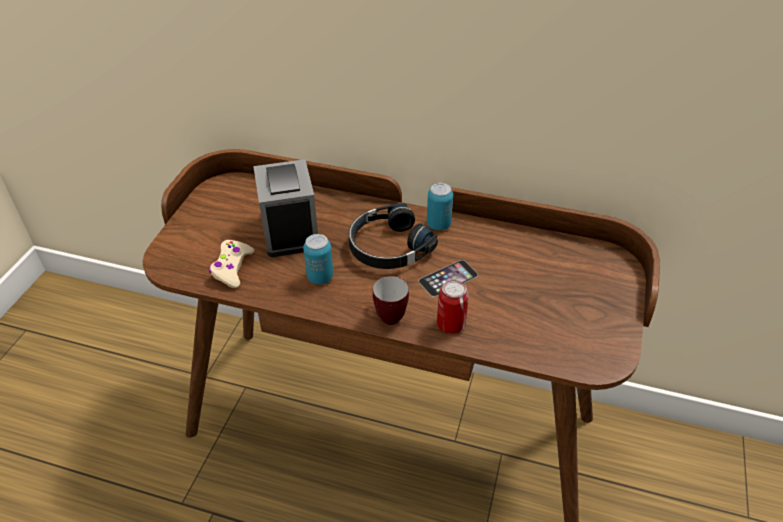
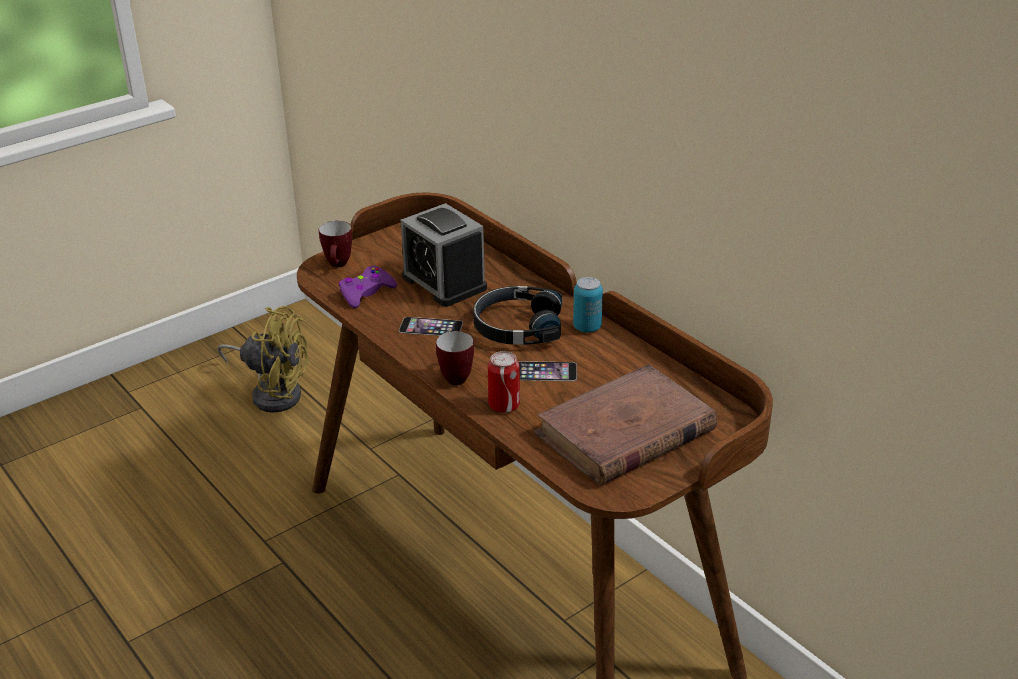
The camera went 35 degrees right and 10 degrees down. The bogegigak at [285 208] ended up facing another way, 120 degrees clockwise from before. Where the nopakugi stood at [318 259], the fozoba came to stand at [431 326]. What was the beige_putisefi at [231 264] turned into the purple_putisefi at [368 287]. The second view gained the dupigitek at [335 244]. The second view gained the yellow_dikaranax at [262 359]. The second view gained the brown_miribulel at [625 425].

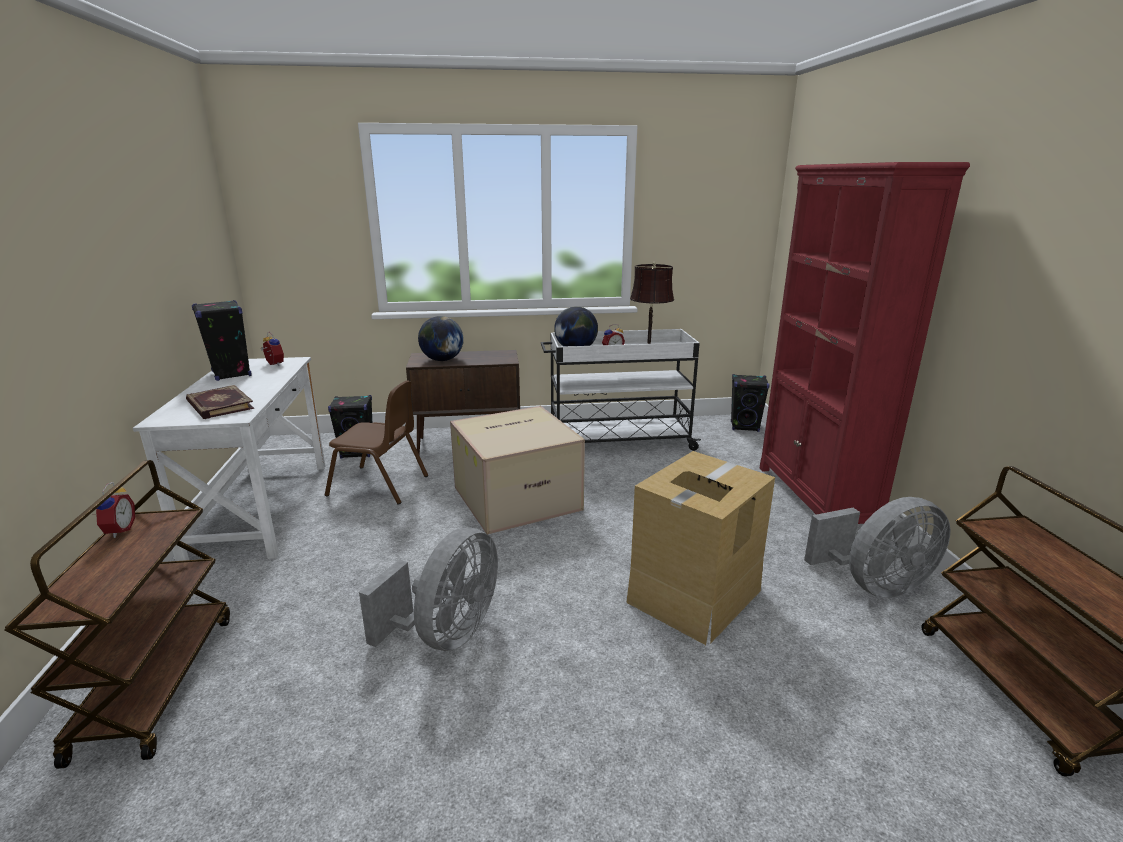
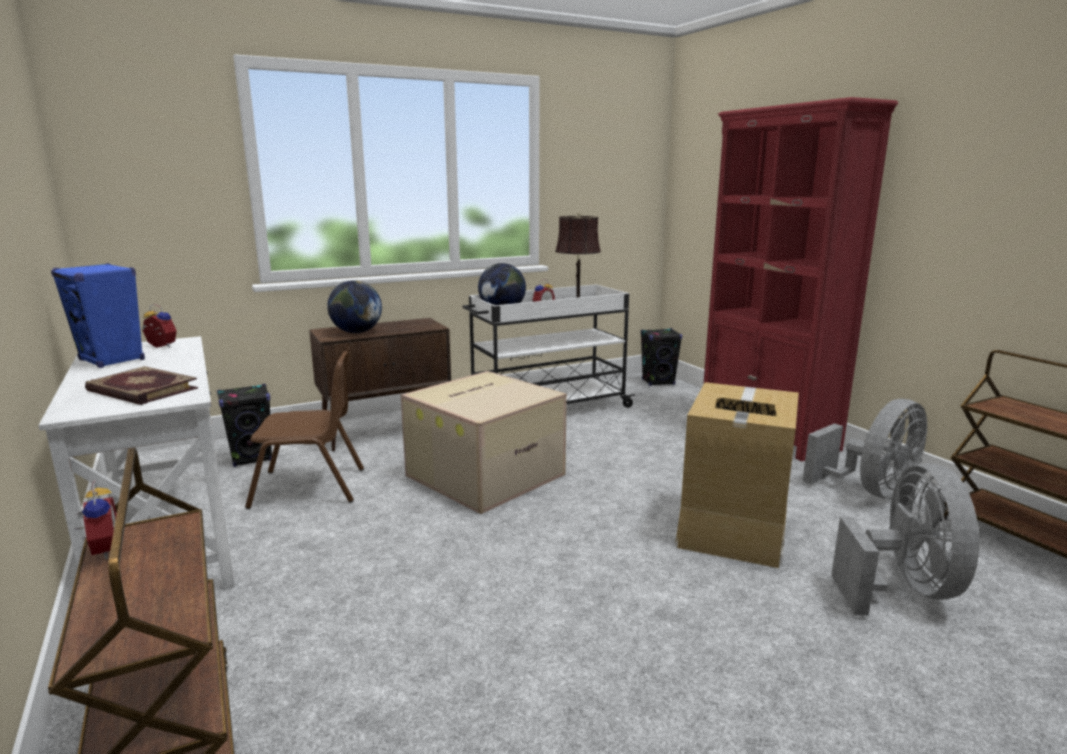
The camera went 20 degrees left and 5 degrees down. What was the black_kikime at [222 340] turned into the blue_kikime at [98 315]. The grey_dikaranax ended up elsewhere, having gone from [428 589] to [905 539].

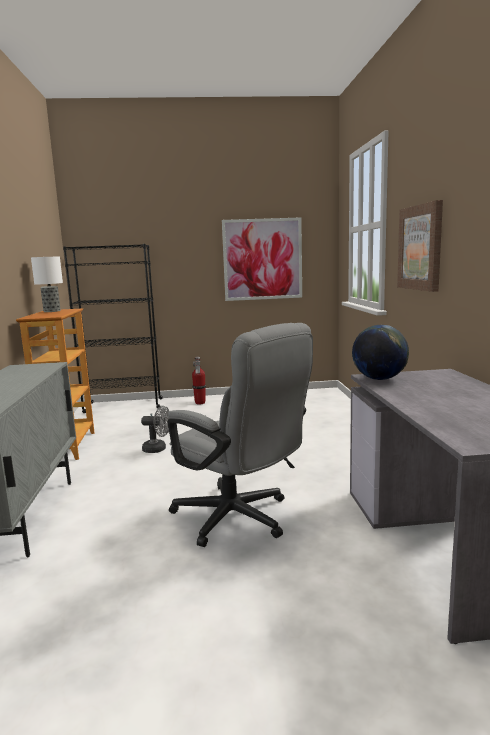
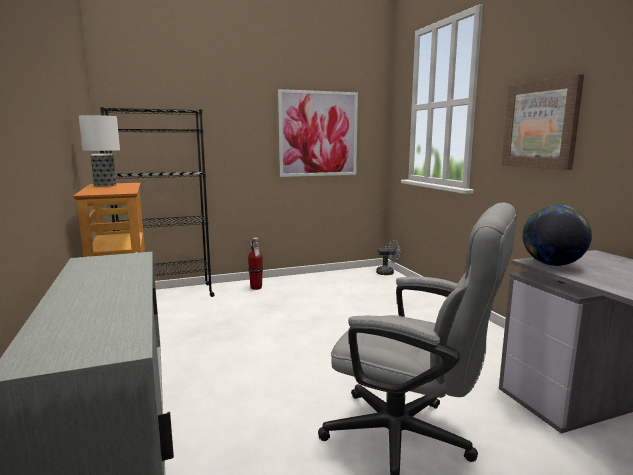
The camera went 15 degrees left and 0 degrees up. The grey_dikaranax ended up elsewhere, having gone from [155 429] to [388 257].

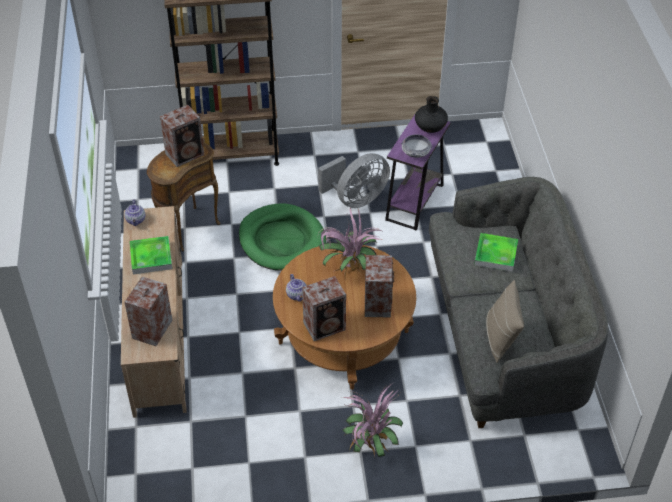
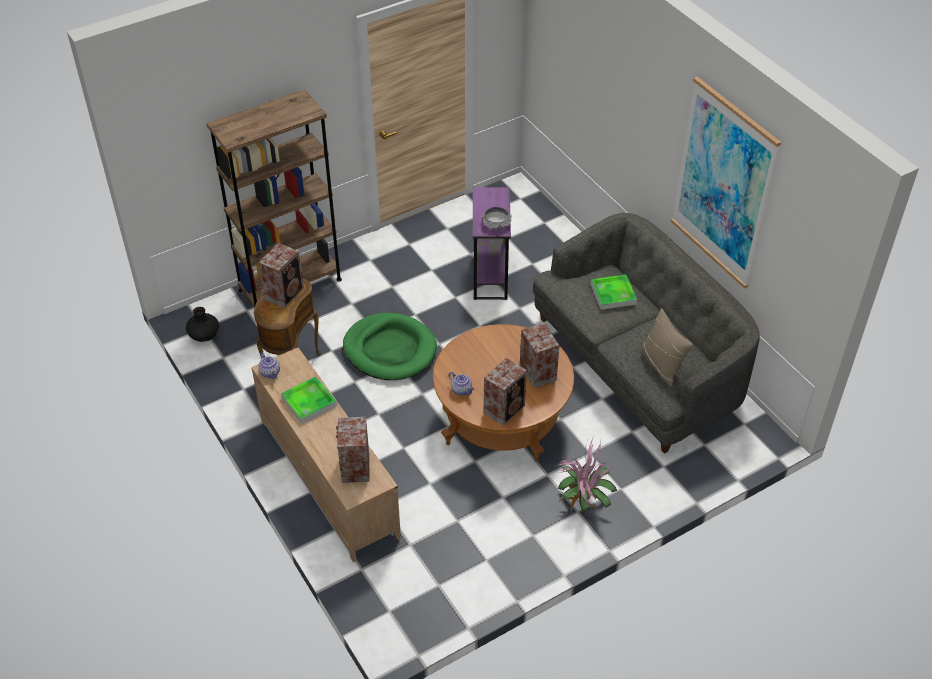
The camera went 25 degrees left and 0 degrees up. The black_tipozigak ended up elsewhere, having gone from [431 114] to [202 324]. The second view lost the grey_dikaranax at [354 180]. The second view lost the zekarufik at [349 242]. The second view gained the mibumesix at [726 182].

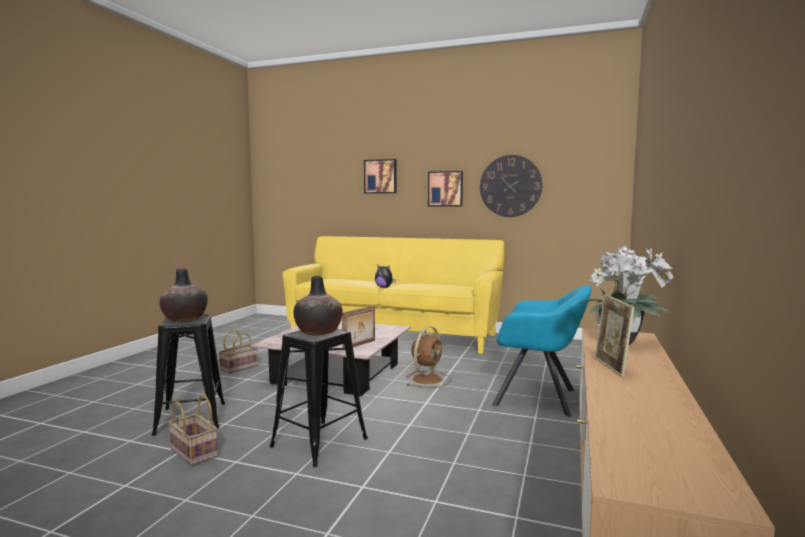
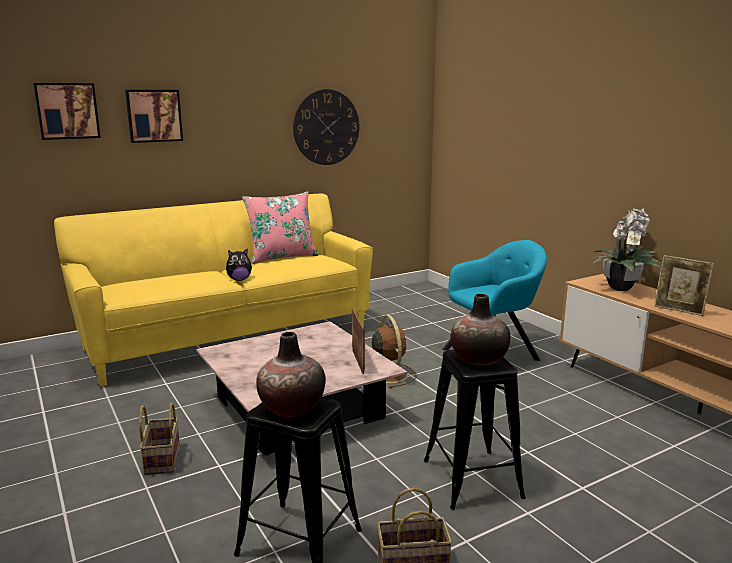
The camera went 50 degrees left and 10 degrees up. The mibumesix ended up elsewhere, having gone from [445 188] to [67 111]. The second view gained the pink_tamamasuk at [280 227].

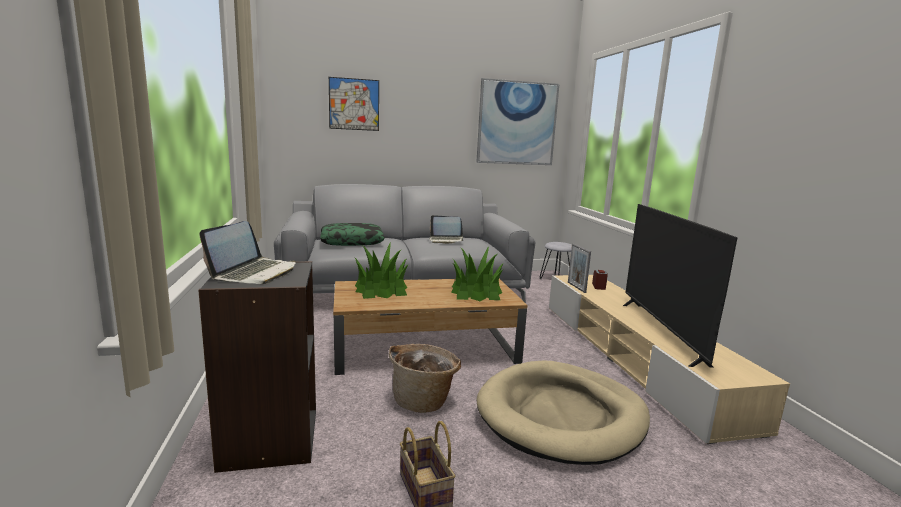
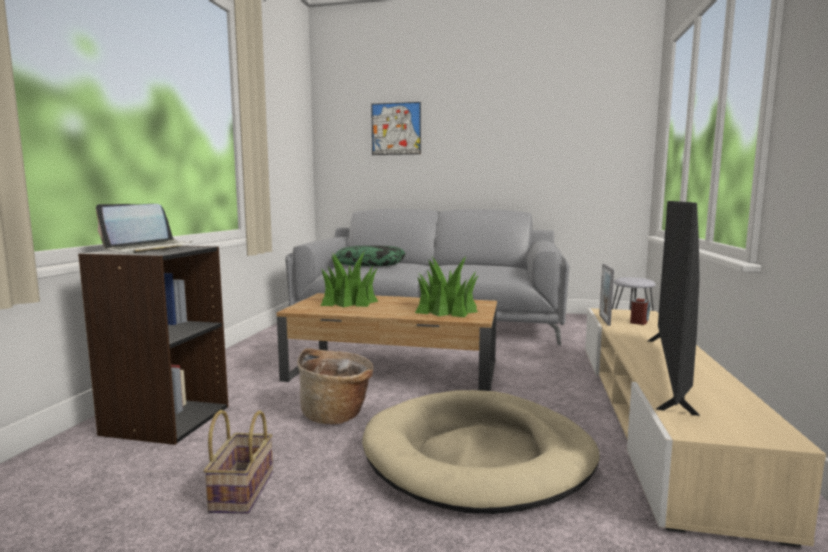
The camera went 25 degrees right and 5 degrees down. The second view lost the mibumesix at [517 121]. The second view lost the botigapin at [446 229].

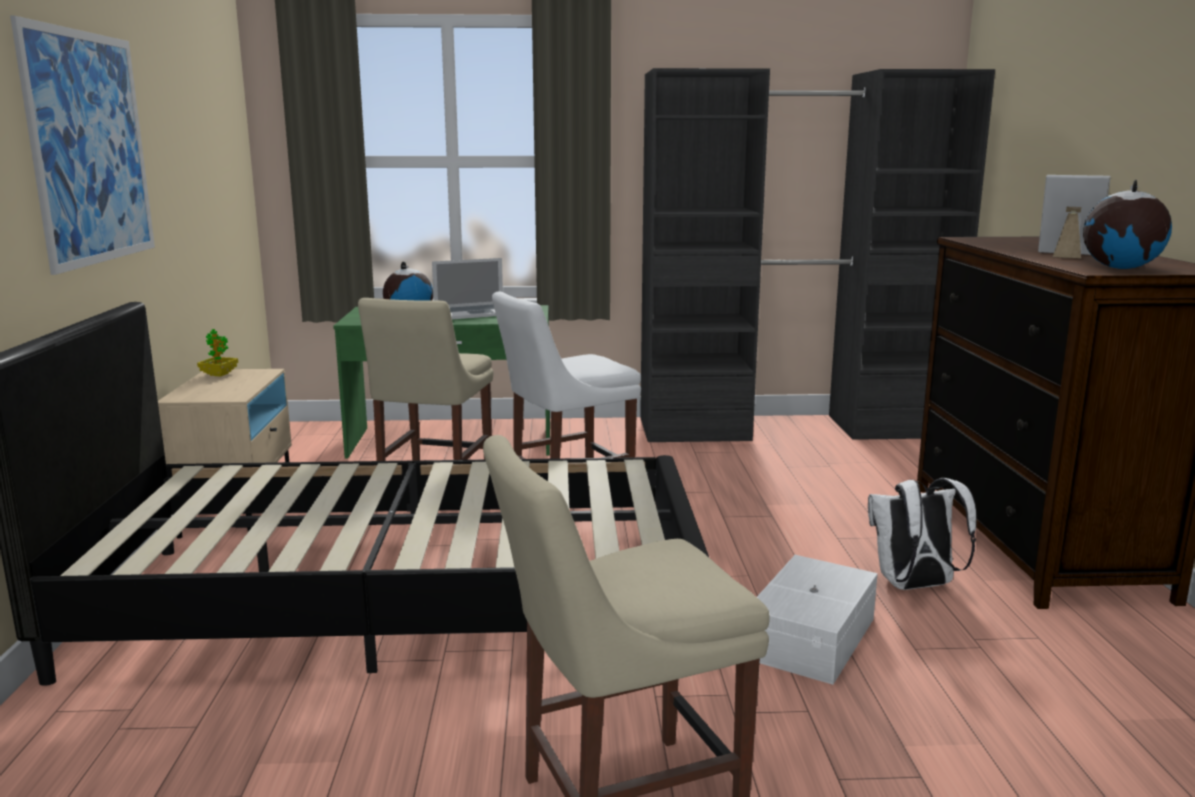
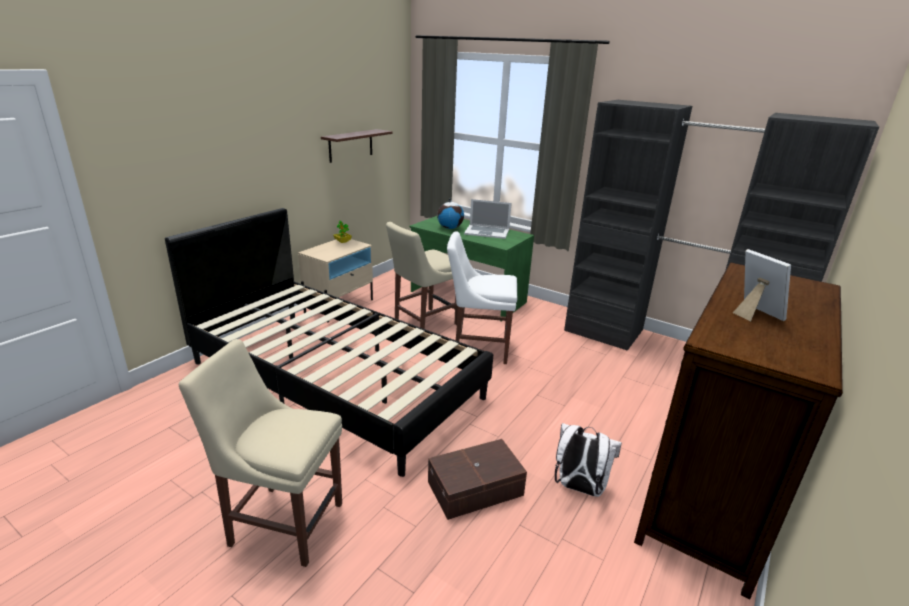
The camera went 35 degrees right and 10 degrees up. The second view lost the mibumesix at [82 145]. The second view lost the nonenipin at [1127 224]. What was the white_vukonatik at [817 620] turned into the brown_vukonatik at [477 479]. The second view gained the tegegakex at [357 146].

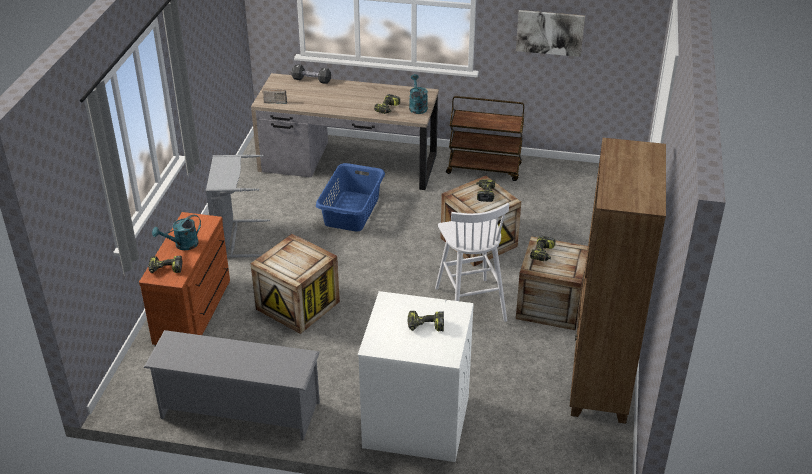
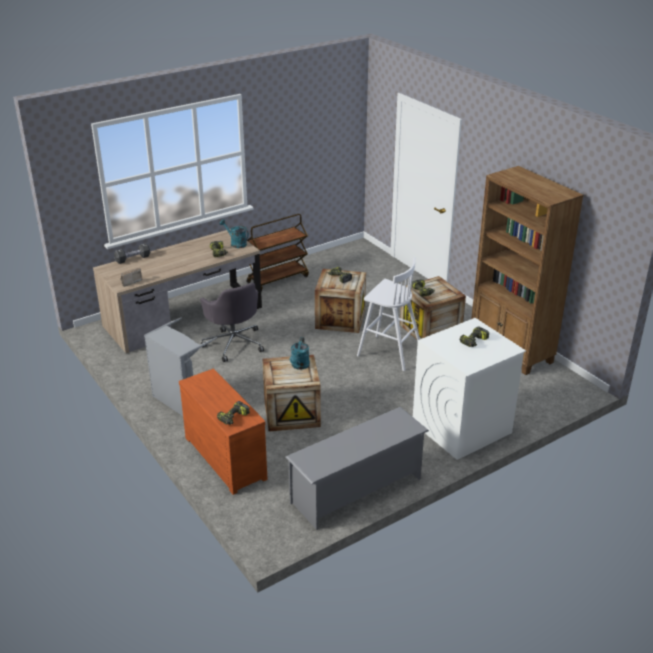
The camera went 45 degrees left and 5 degrees down. The second view lost the mibumesix at [550 33]. Where the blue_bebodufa stood at [350 197], the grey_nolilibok came to stand at [232 322]. The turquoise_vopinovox ended up elsewhere, having gone from [176 232] to [300 353].

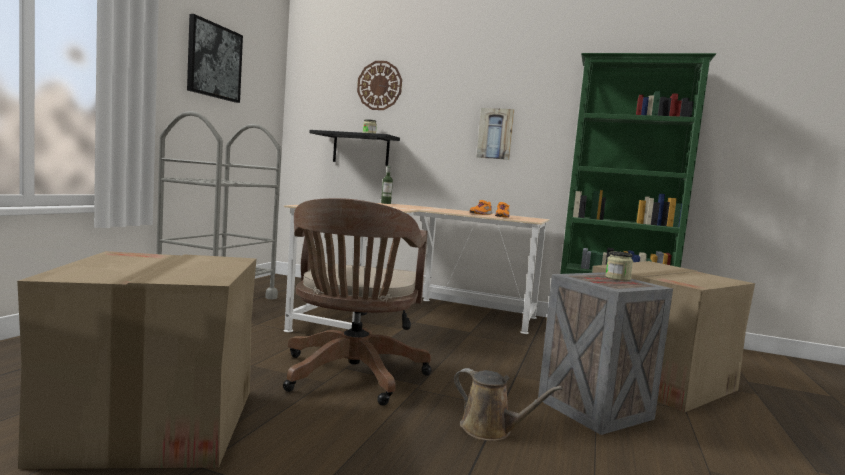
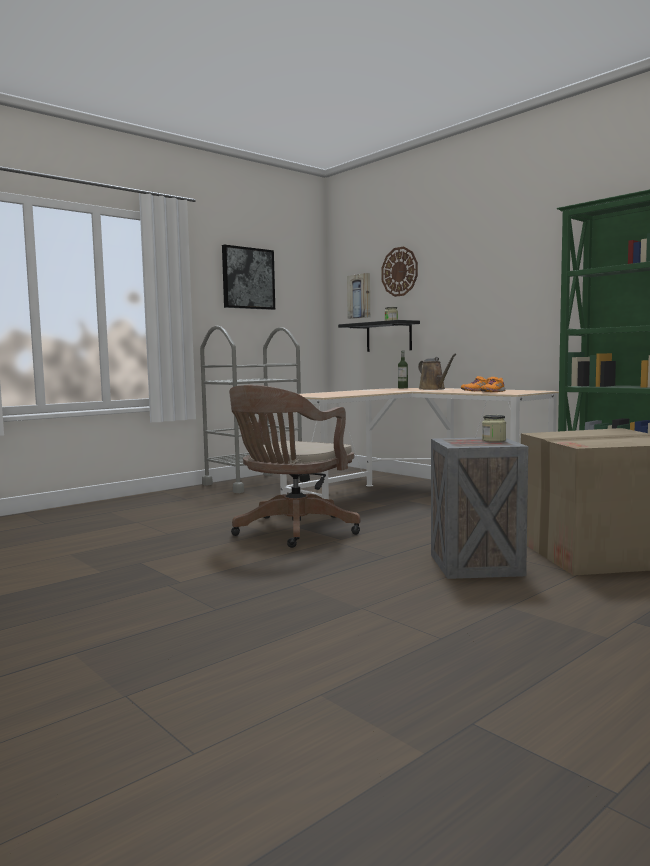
The camera went 30 degrees right and 0 degrees up. The mibumesix ended up elsewhere, having gone from [495 134] to [358 296]. The second view lost the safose at [136 360]. The brown_vopinovox ended up elsewhere, having gone from [508 404] to [437 372].

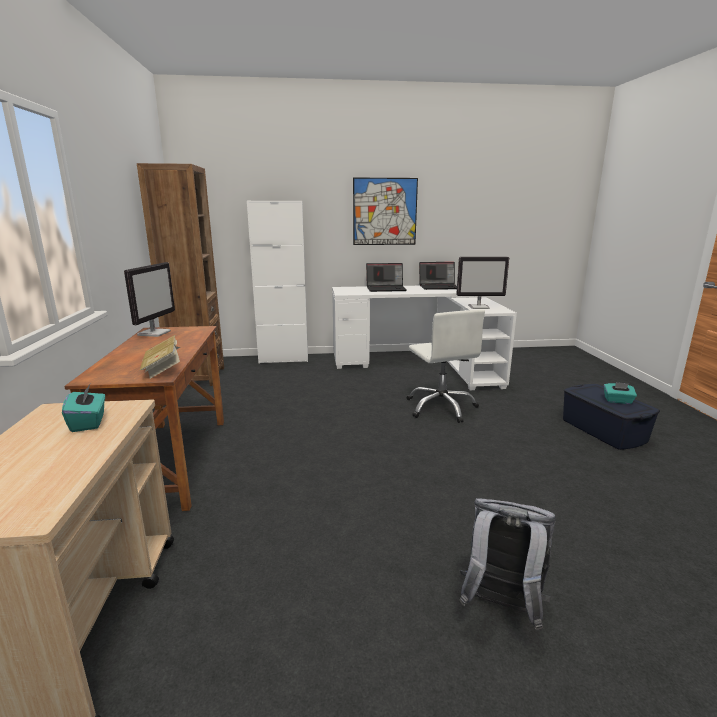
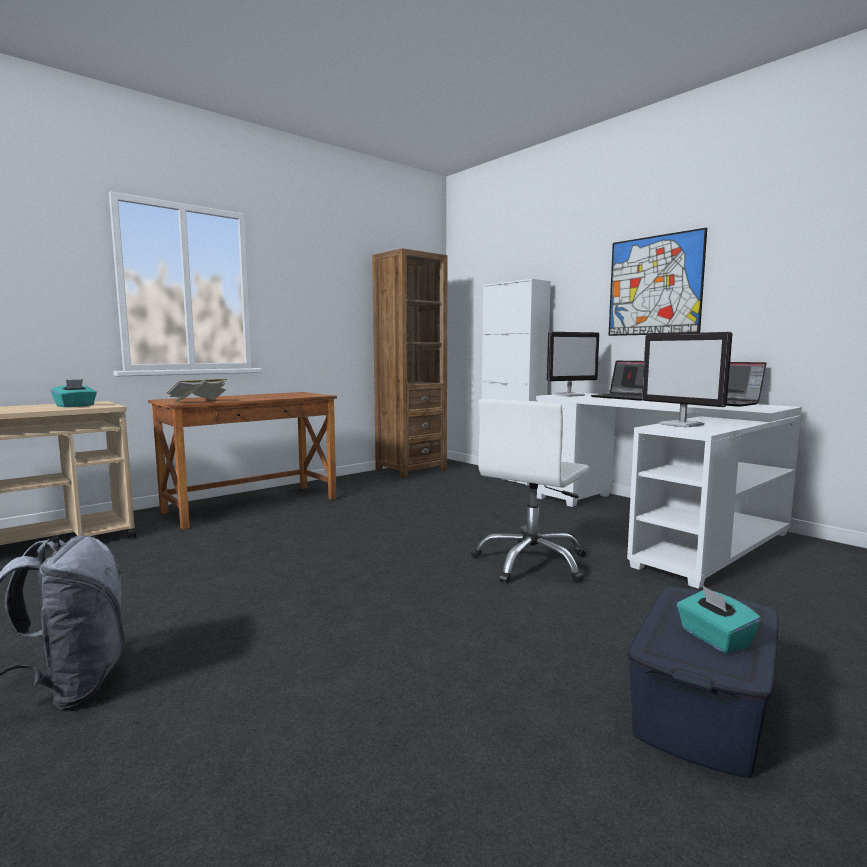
The camera went 55 degrees right and 10 degrees down. The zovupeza ended up elsewhere, having gone from [149 299] to [573 364].

